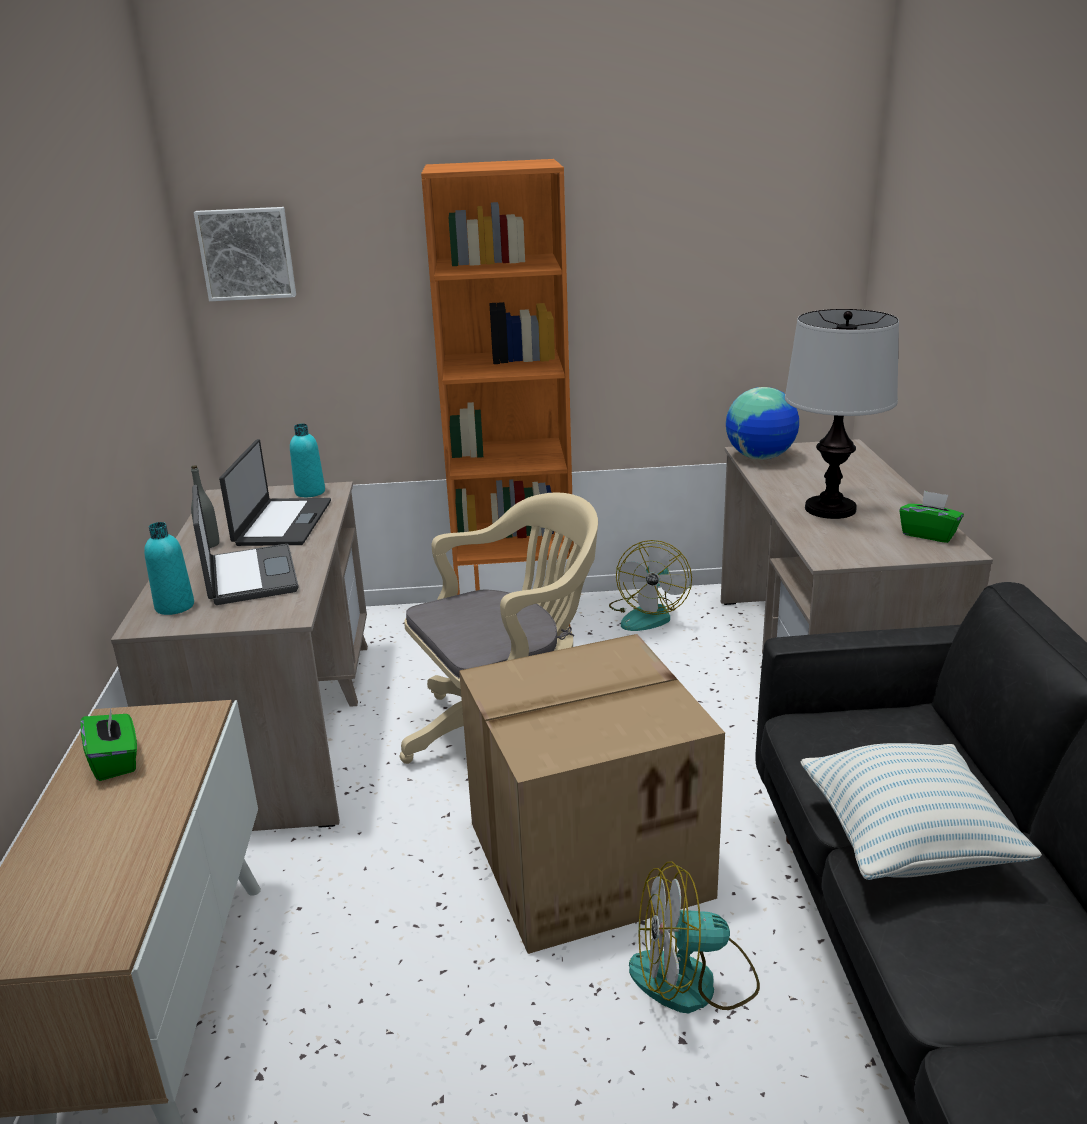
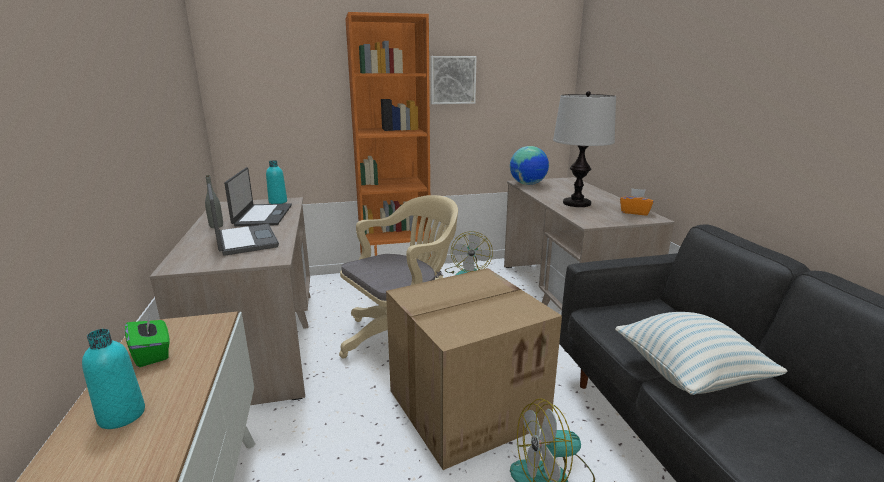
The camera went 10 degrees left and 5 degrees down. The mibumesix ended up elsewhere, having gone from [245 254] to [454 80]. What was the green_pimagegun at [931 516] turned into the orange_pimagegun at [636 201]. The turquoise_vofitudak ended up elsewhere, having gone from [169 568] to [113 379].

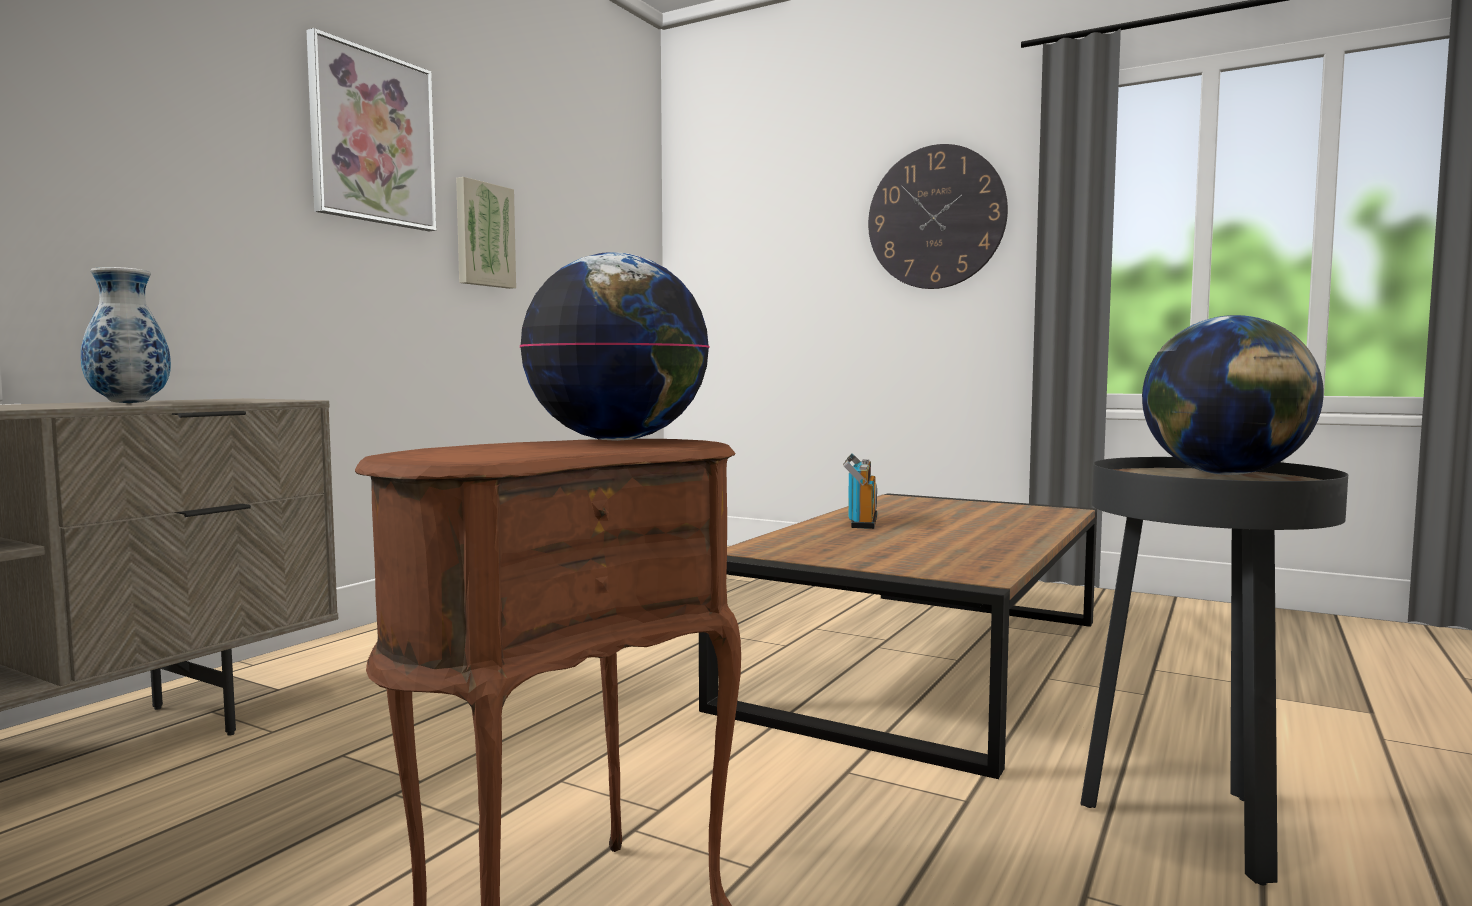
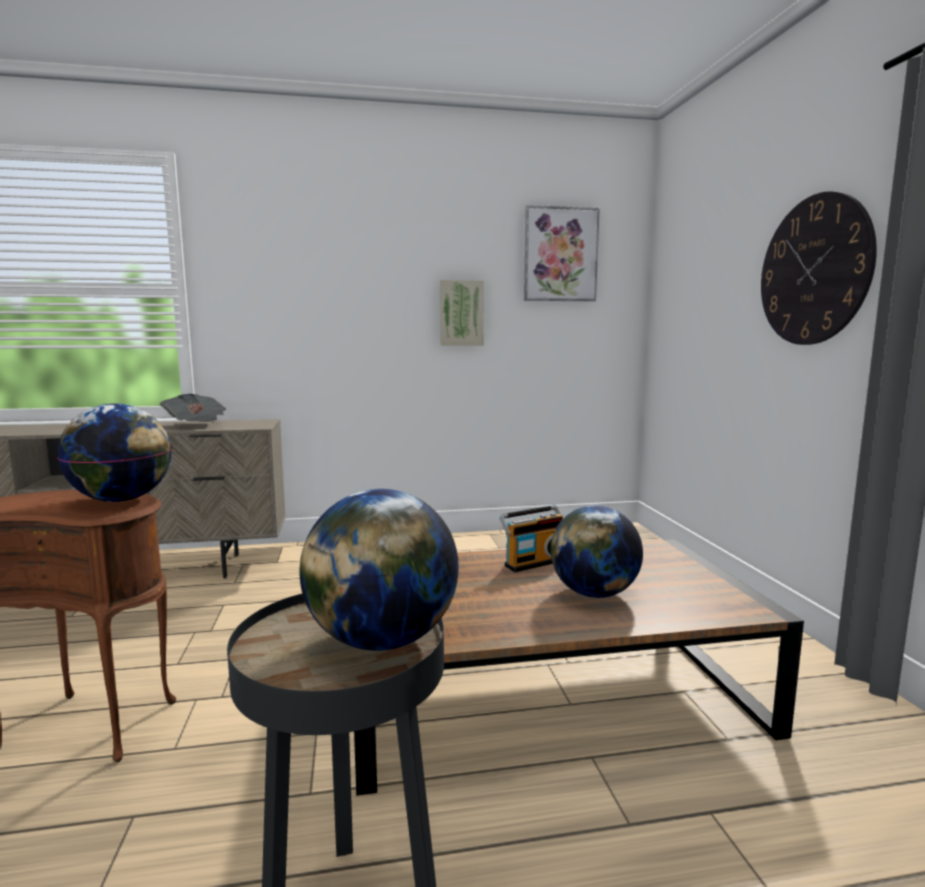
The camera went 50 degrees right and 5 degrees up. The mibumesix ended up elsewhere, having gone from [371 129] to [562 253]. Where the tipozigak stood at [126 335], the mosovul came to stand at [192 408]. The second view gained the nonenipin at [596 551].

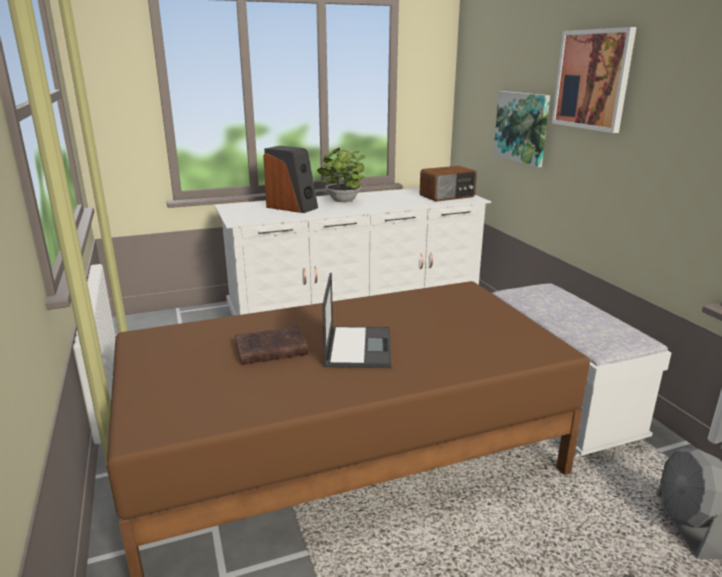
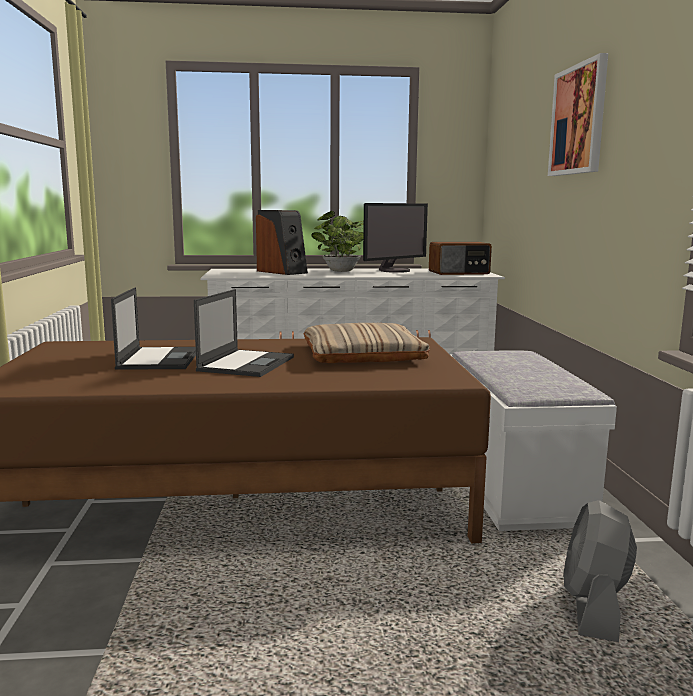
The camera went 15 degrees right and 10 degrees down. The second view lost the mibumesix at [521 129]. Where the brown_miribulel stood at [271 345], the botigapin came to stand at [153 328]. The second view gained the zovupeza at [395 238]. The second view gained the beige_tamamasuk at [367 343].

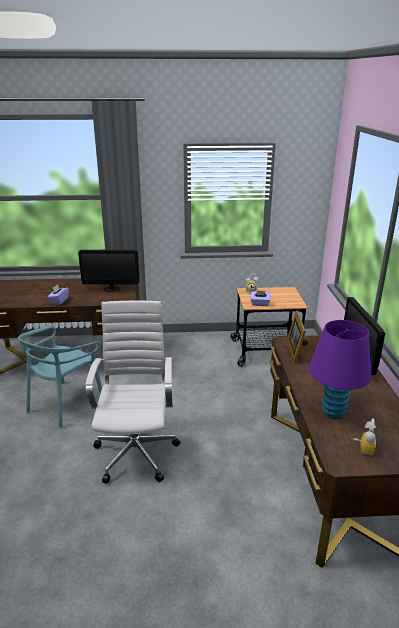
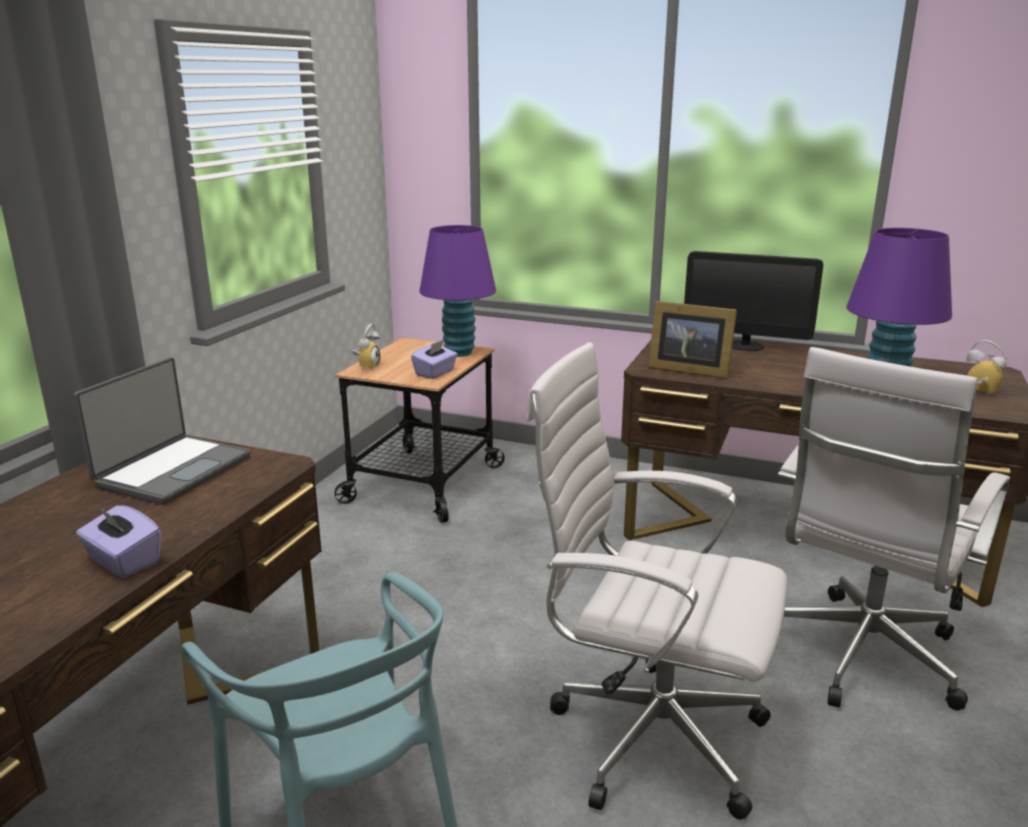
The camera went 65 degrees left and 5 degrees down. Where the zovupeza stood at [108 271], the botigapin came to stand at [162 431]. The second view gained the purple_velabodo at [457 291]. The second view gained the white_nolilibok at [894 529].

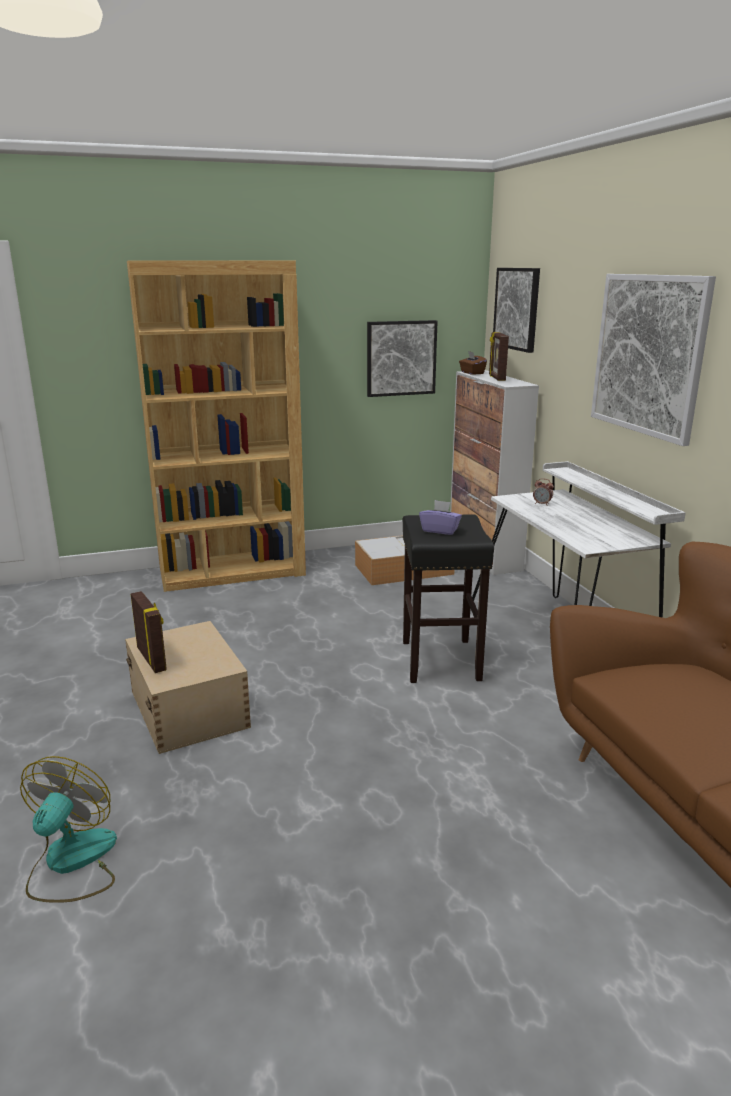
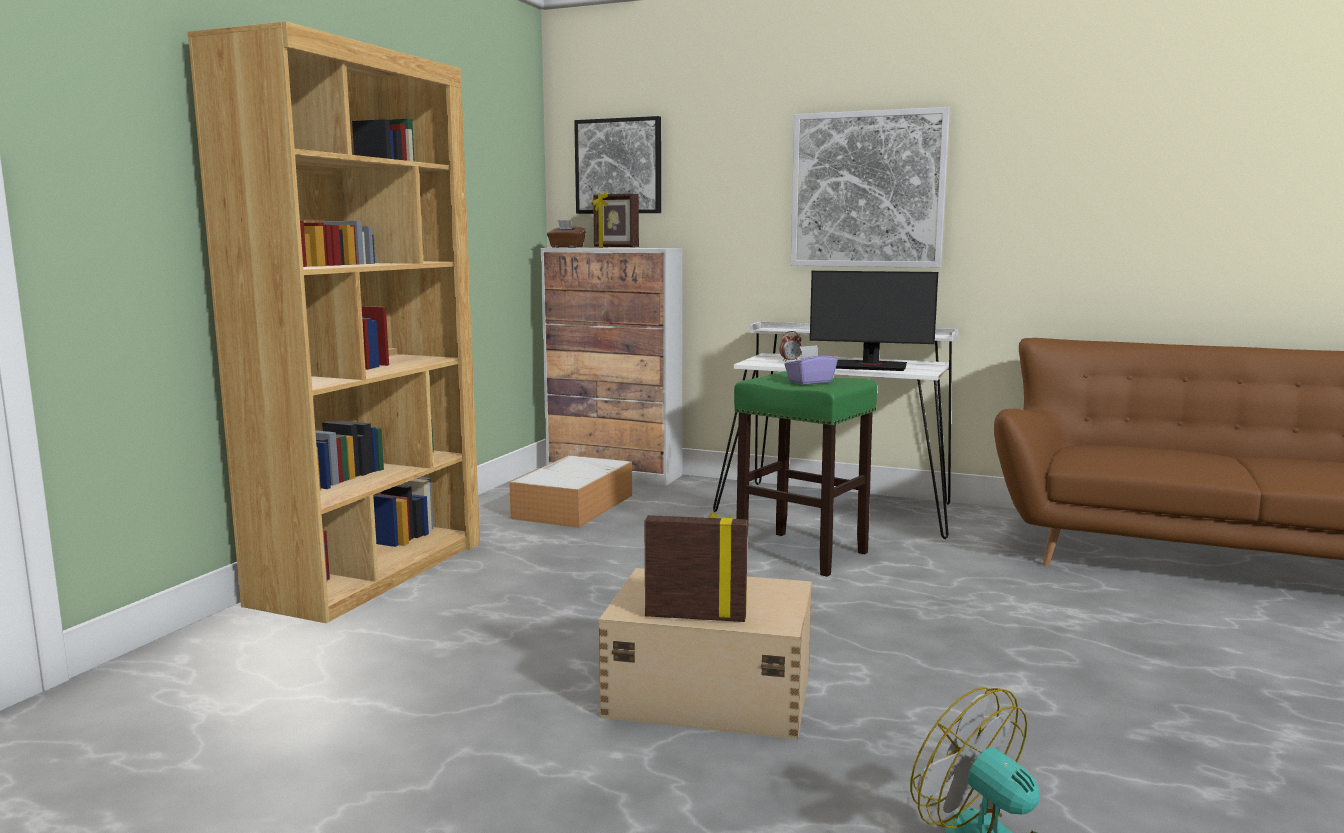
The camera went 50 degrees left and 10 degrees down. The second view lost the mibumesix at [402 358]. What was the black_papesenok at [448 598] turned into the green_papesenok at [805 474]. The second view gained the zovupeza at [874 321].

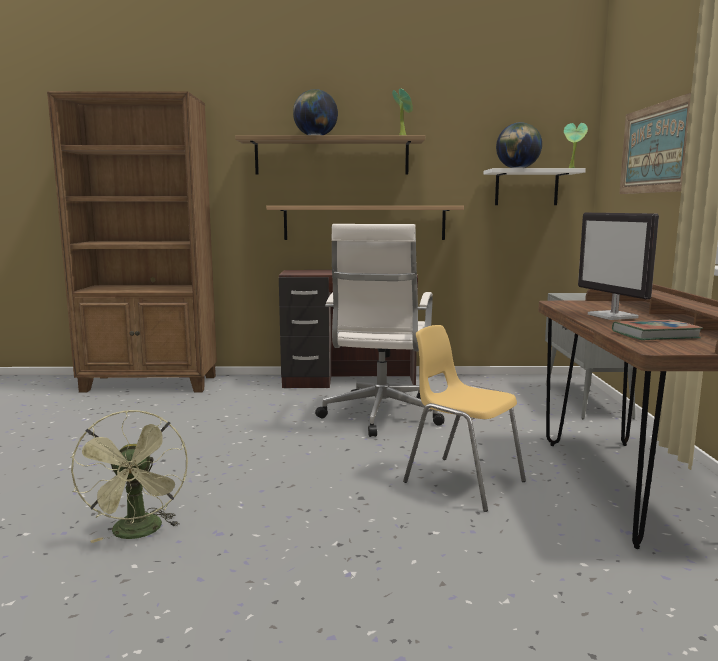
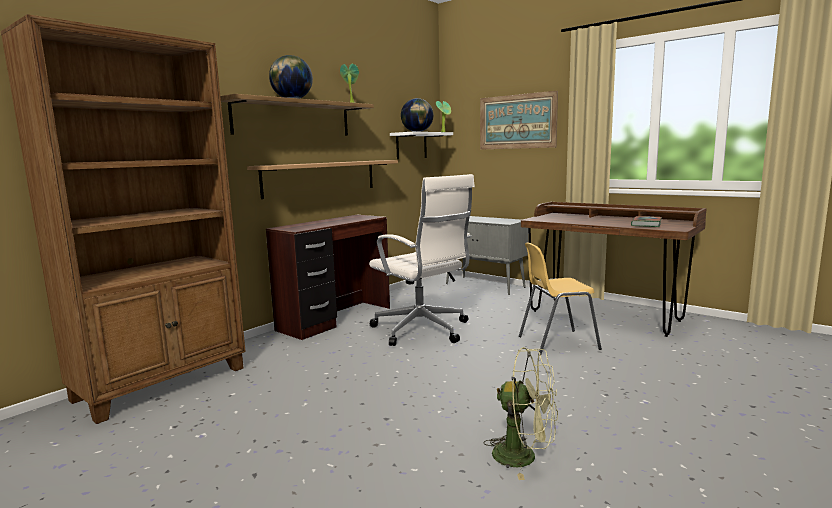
The camera went 50 degrees left and 0 degrees up. The second view lost the zovupeza at [618 266].

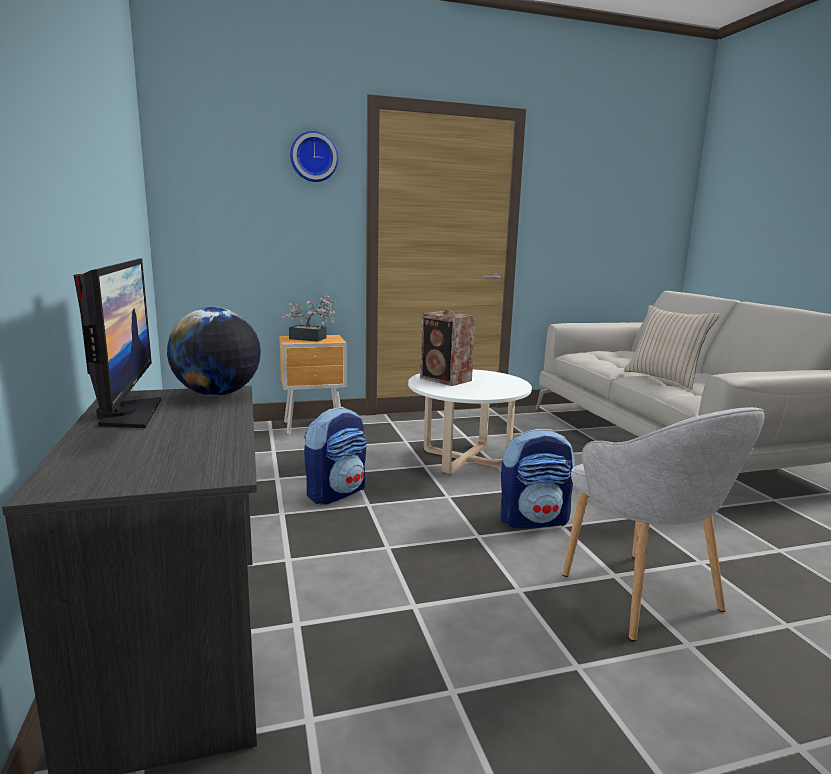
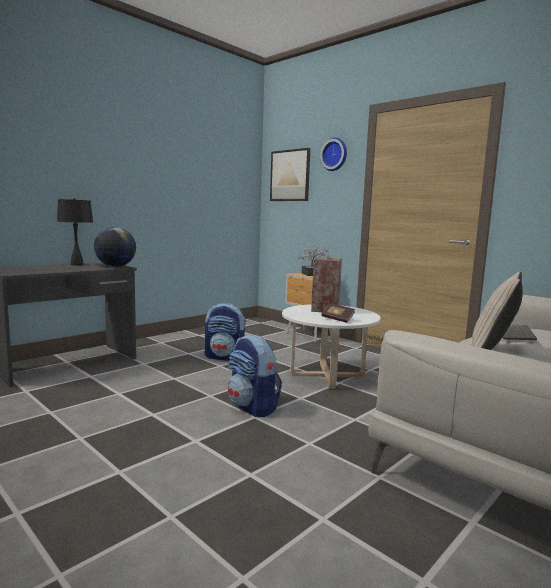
The camera went 60 degrees right and 5 degrees down. Where the zovupeza stood at [117 343], the black_velabodo came to stand at [75 232]. The second view lost the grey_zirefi at [663 524]. The second view gained the mibumesix at [290 174]. The second view gained the miribulel at [338 313]. The second view gained the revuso at [520 332].

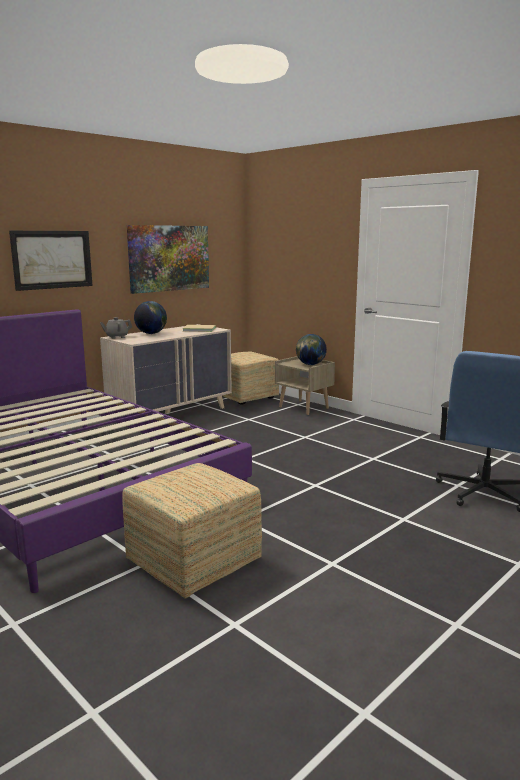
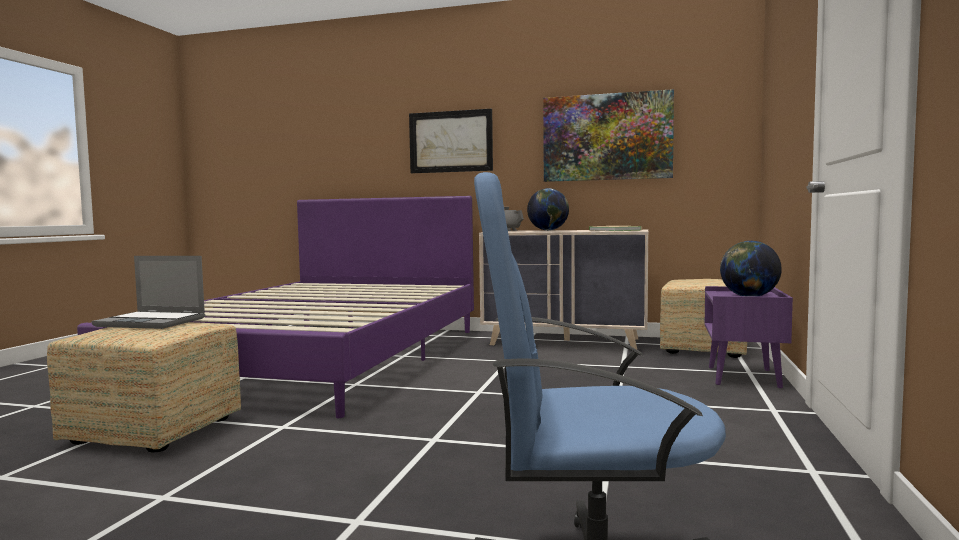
The camera went 60 degrees right and 10 degrees down. What was the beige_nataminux at [305 385] turned into the purple_nataminux at [749 337]. The second view gained the botigapin at [148 292].

